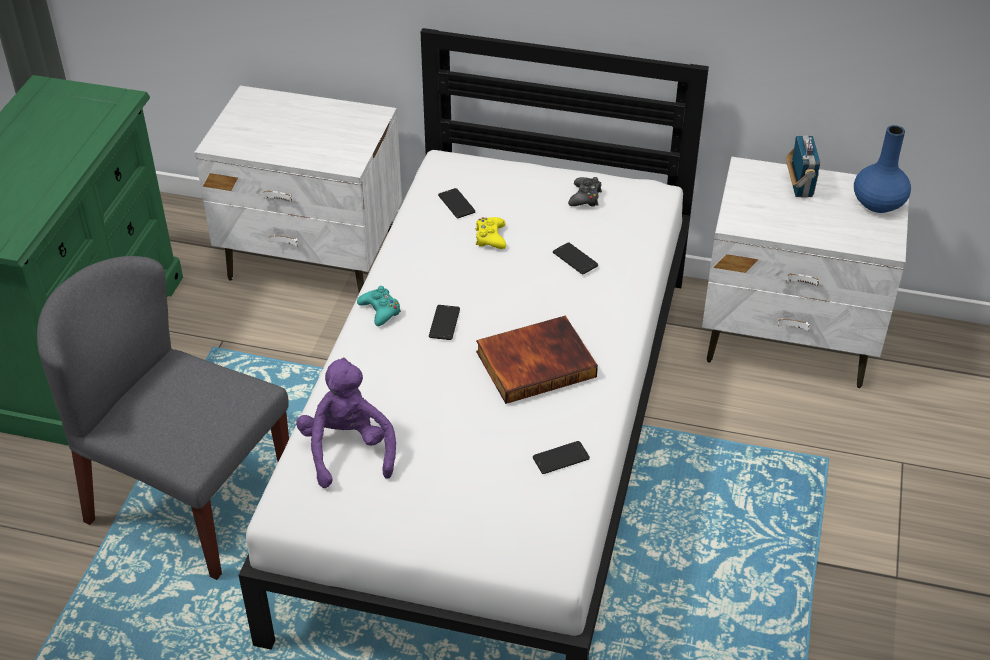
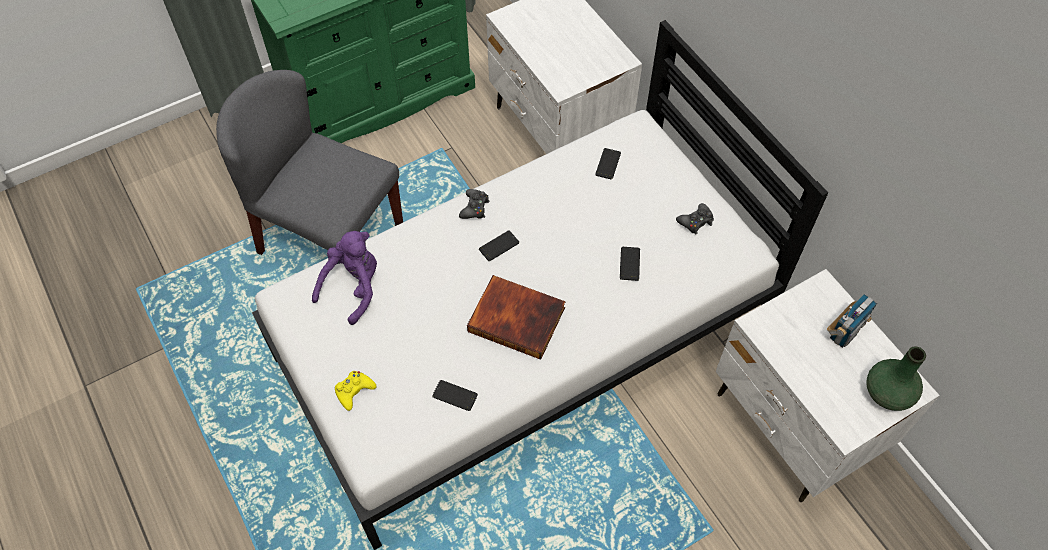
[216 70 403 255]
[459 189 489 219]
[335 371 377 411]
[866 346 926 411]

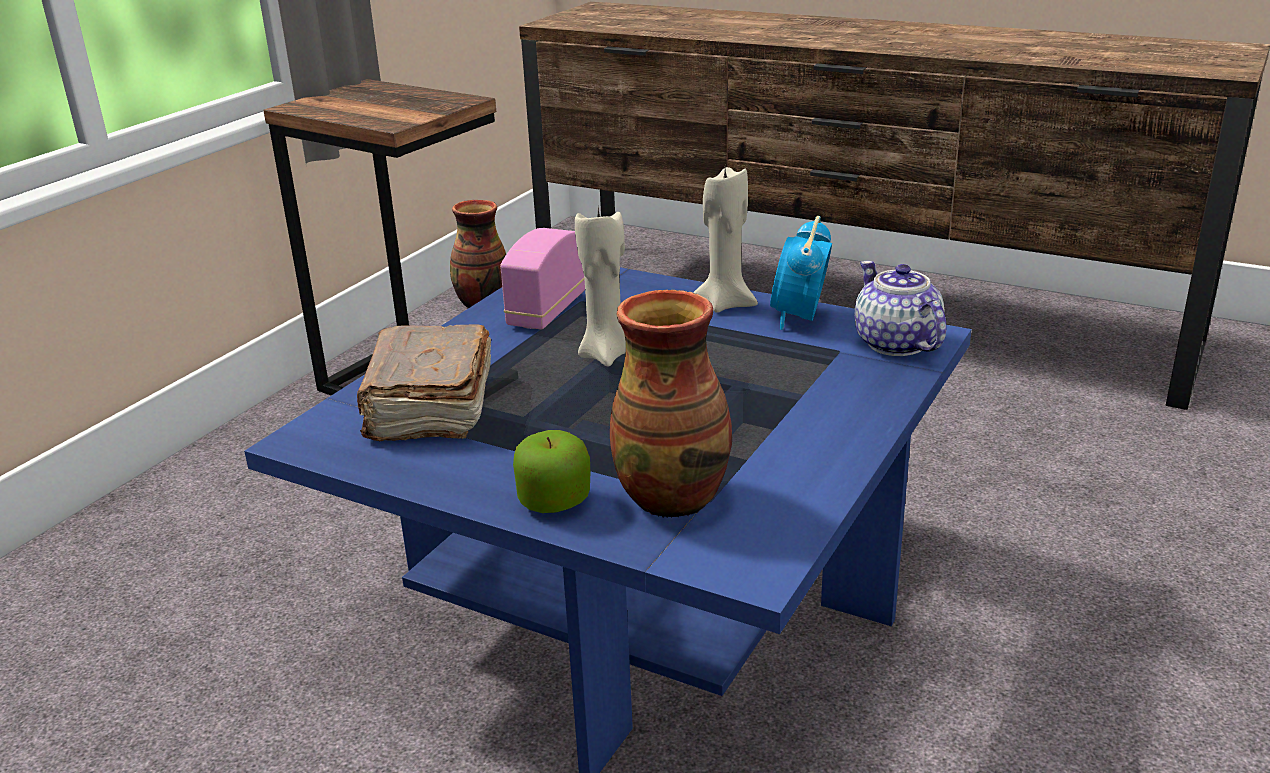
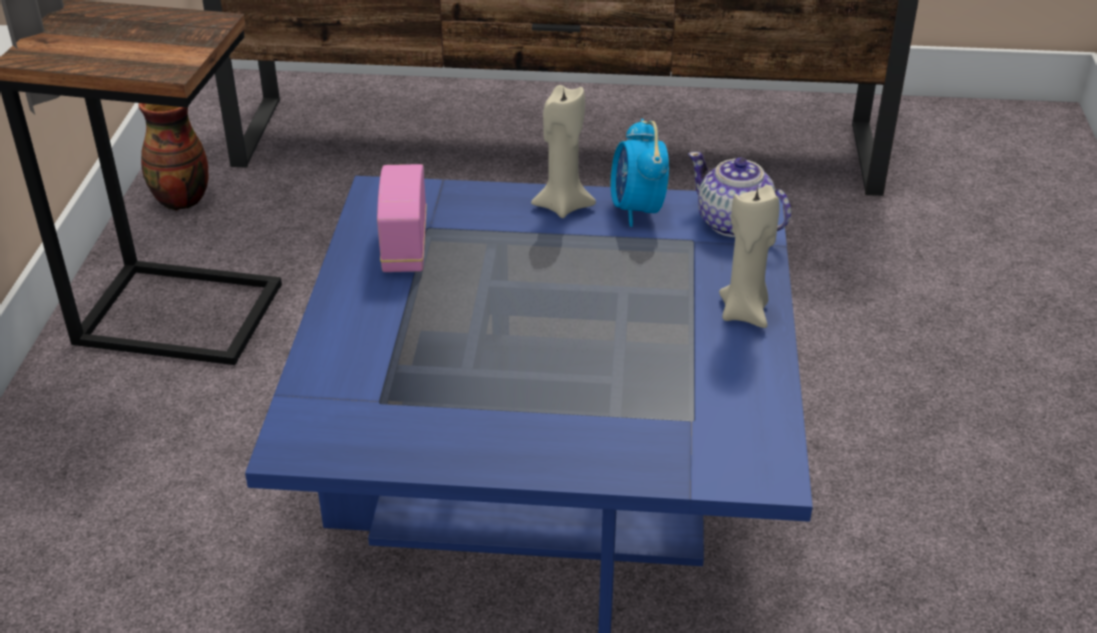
[357 324 491 441] (first image)
[513 430 590 513] (first image)
[719 185 780 328]
[610 290 732 518] (first image)

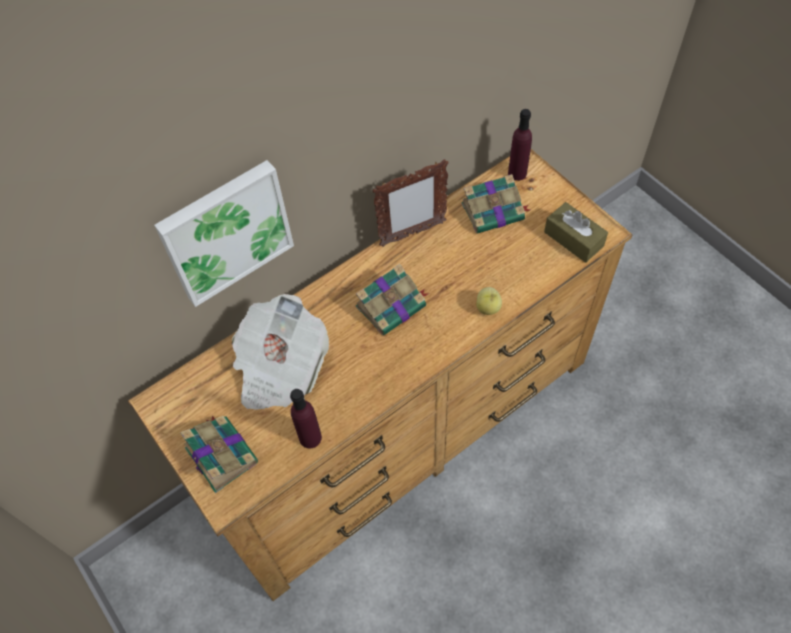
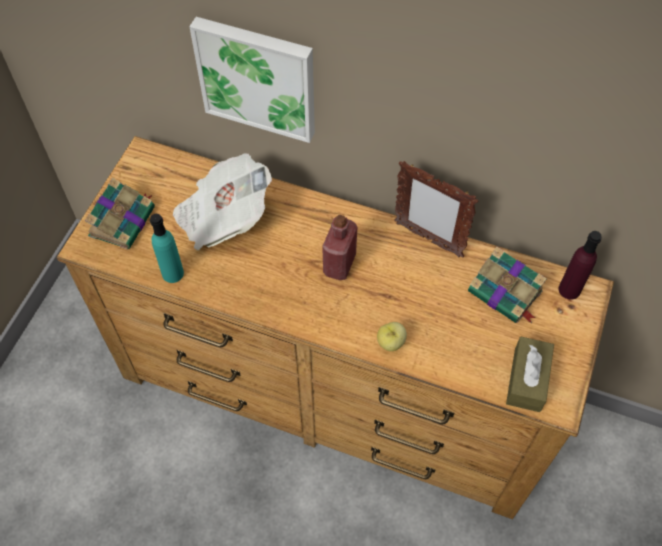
[150 214 184 283]
[322 214 357 280]

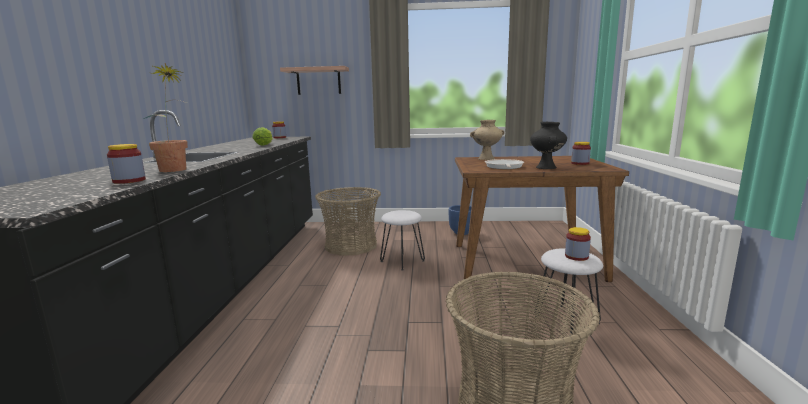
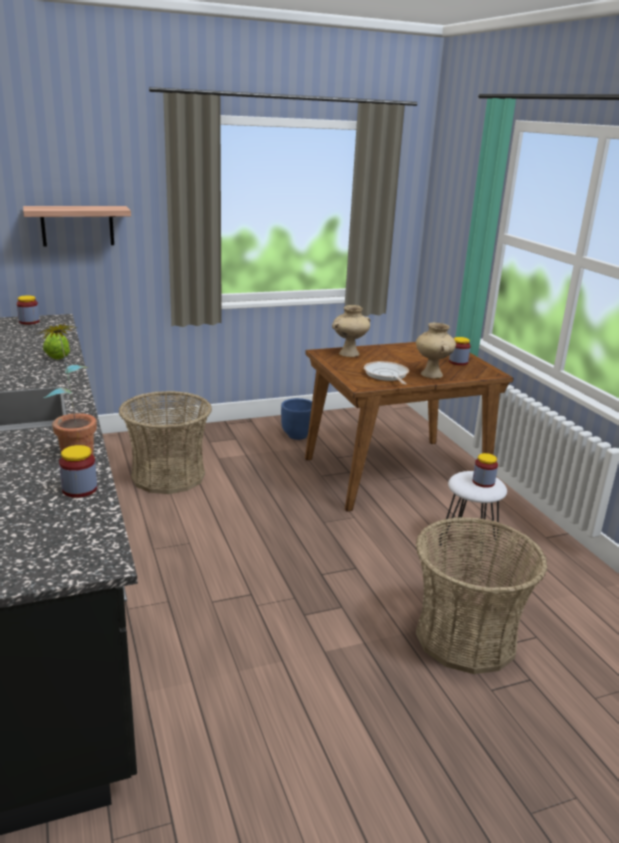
[380 210 425 270] (first image)
[416 323 456 379]

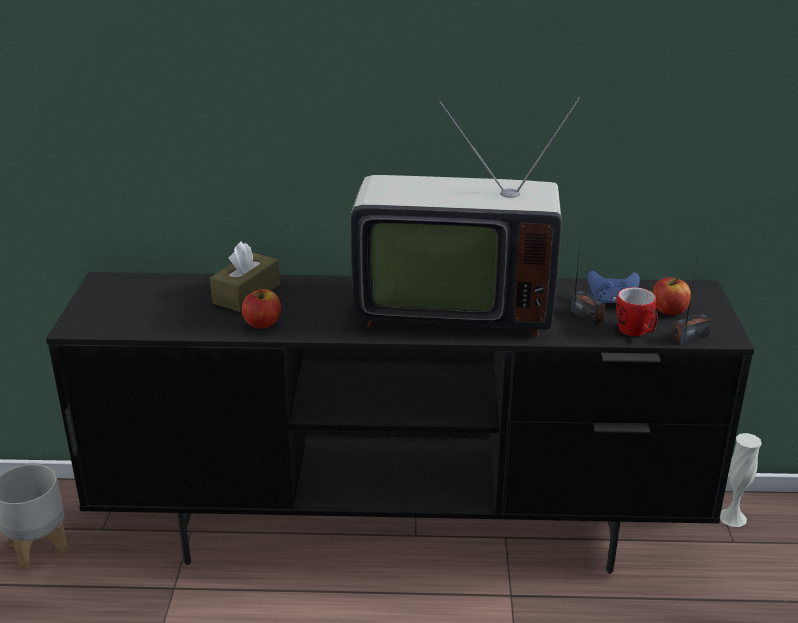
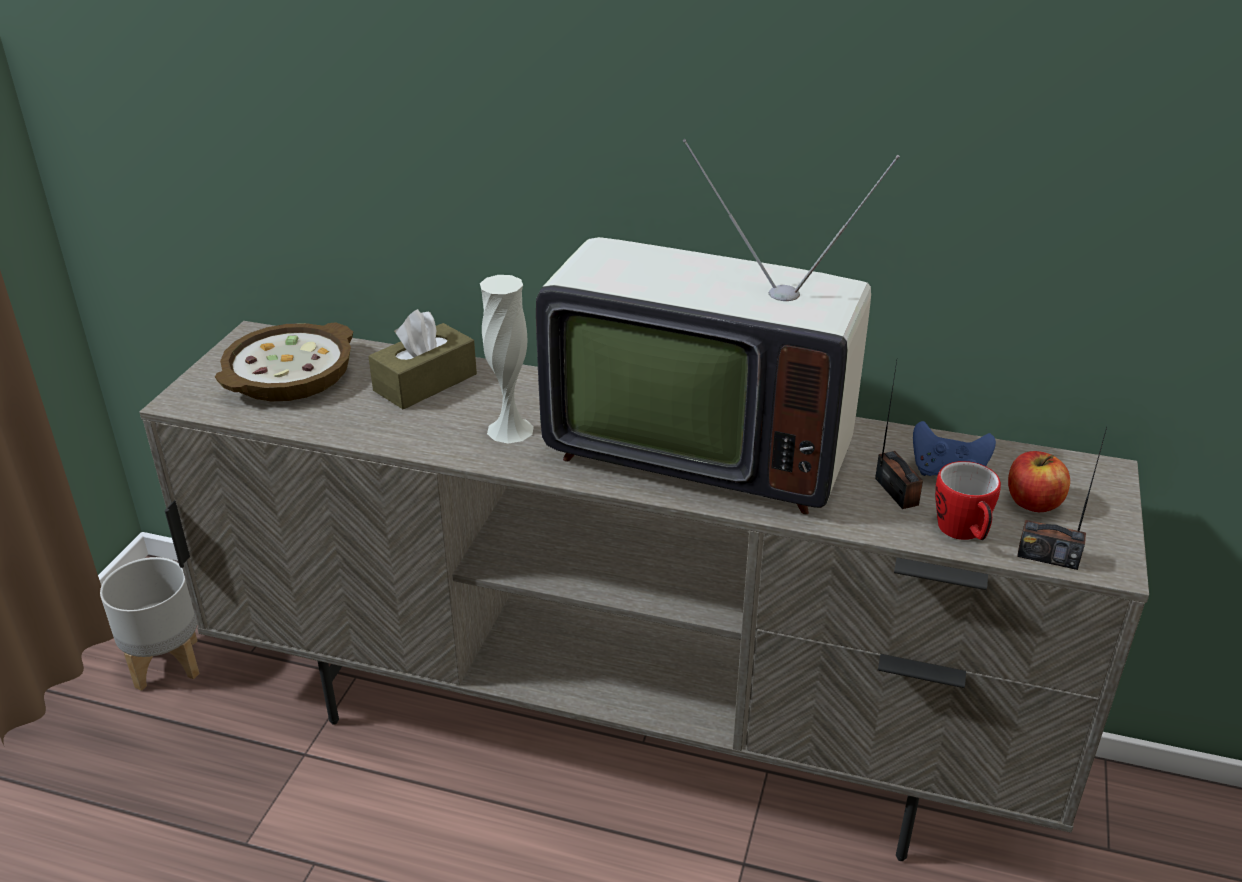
[139 321 1149 861]
[242 288 281 329] (first image)
[1017 427 1107 570]
[480 275 534 443]
[215 322 353 401]

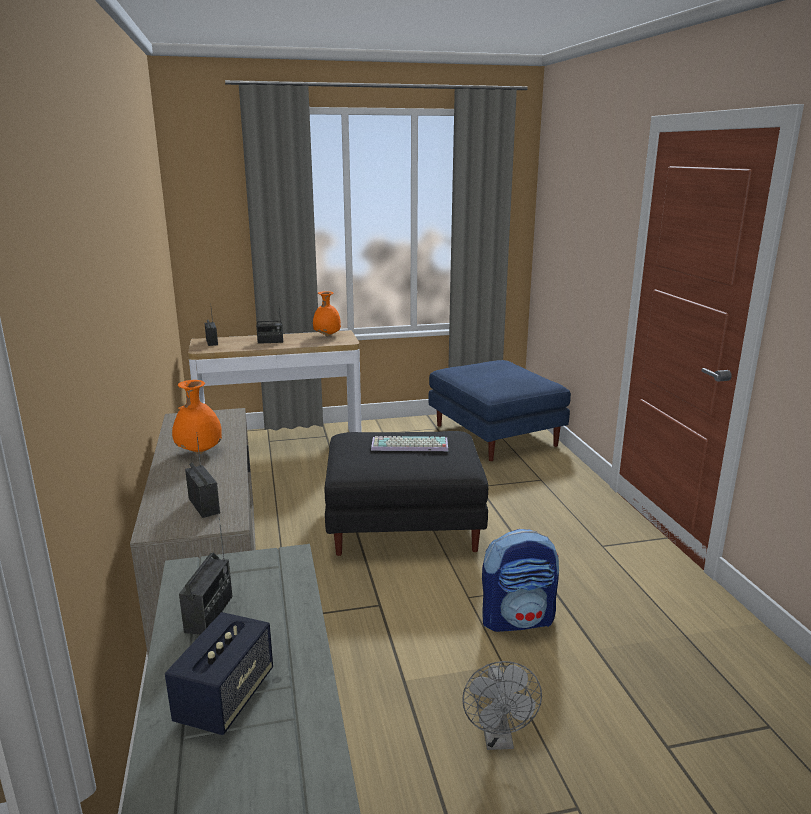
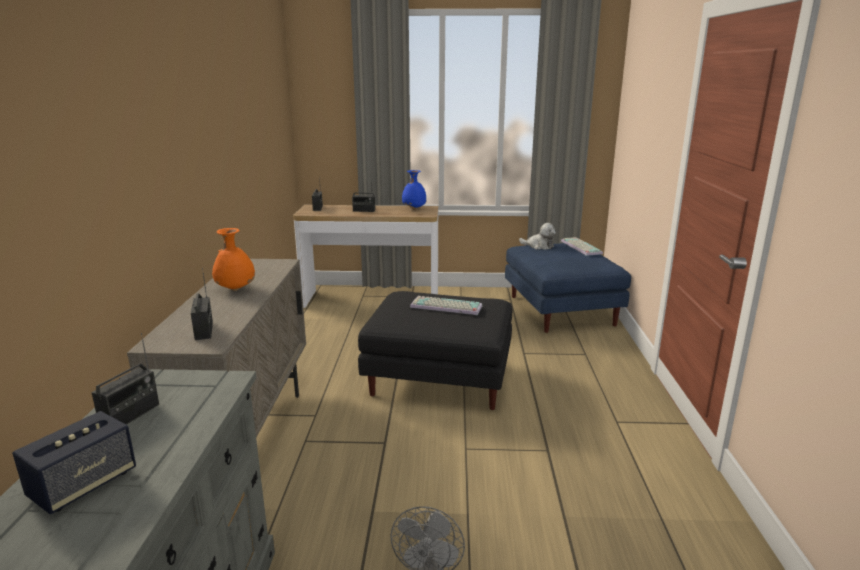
[402 170 426 210]
[482 529 559 632] (first image)
[519 223 556 250]
[561 237 603 256]

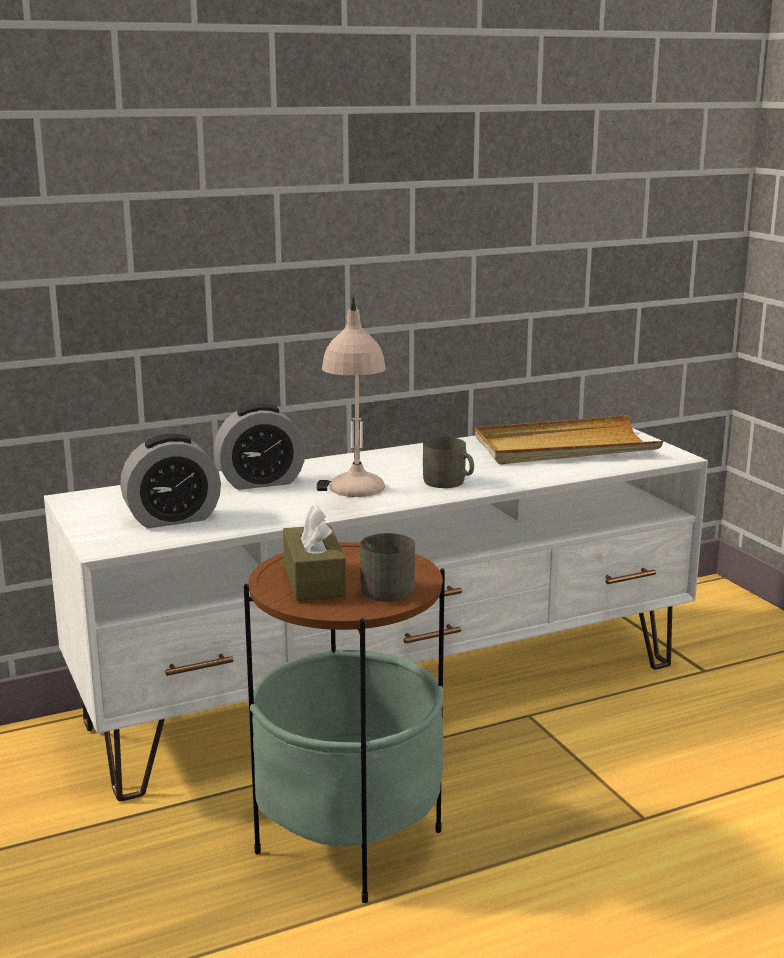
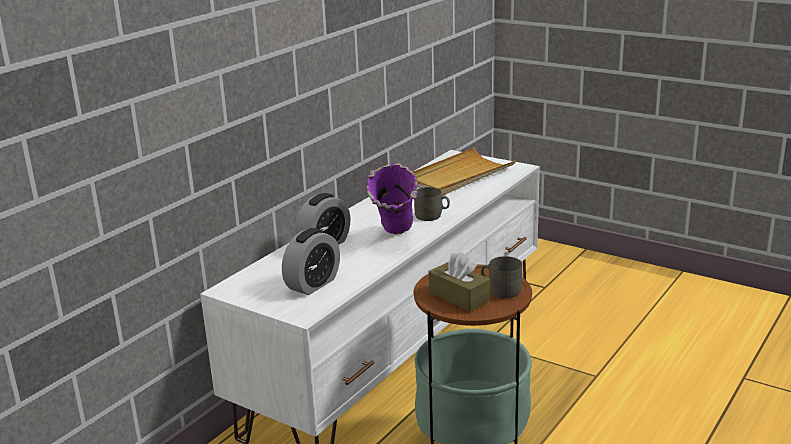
[366 163 418 234]

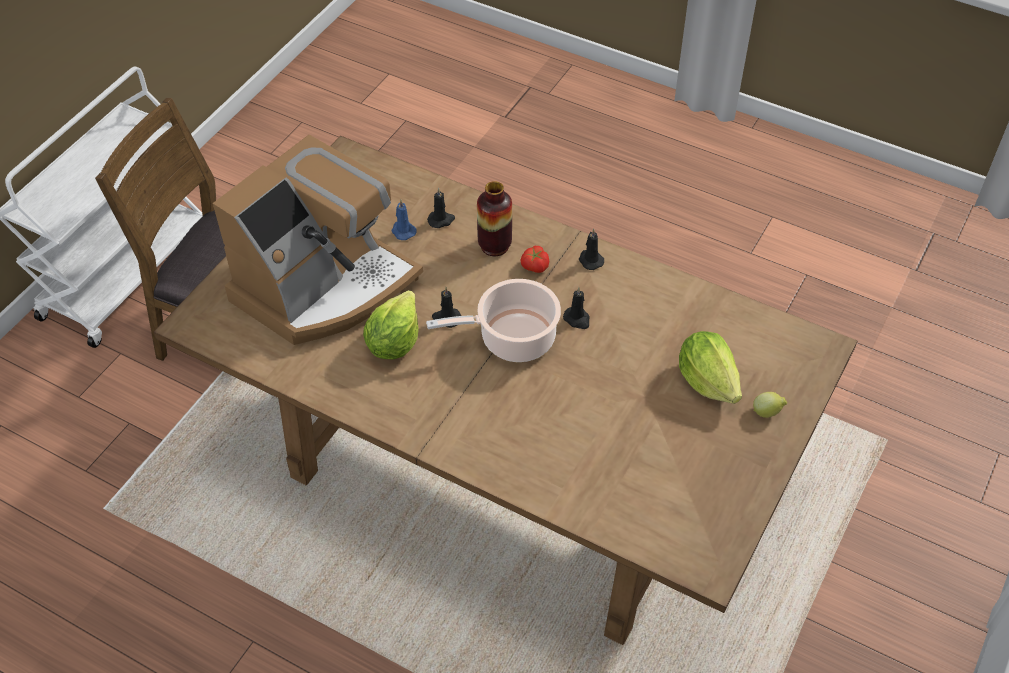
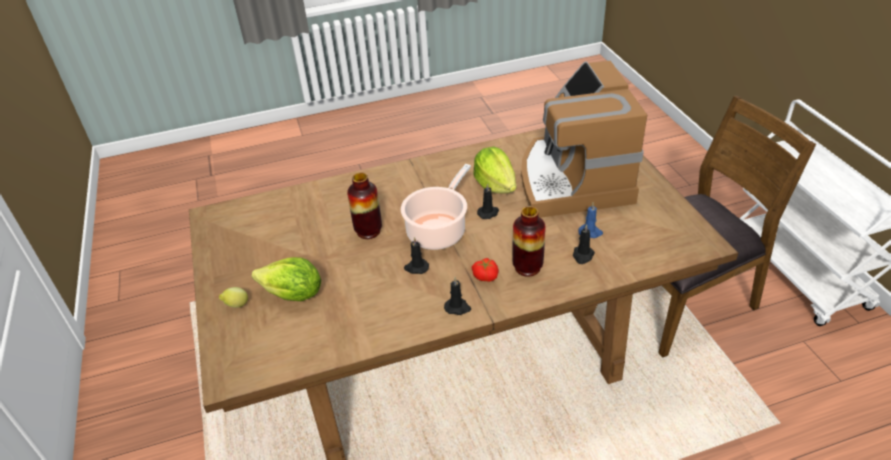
[347 173 382 239]

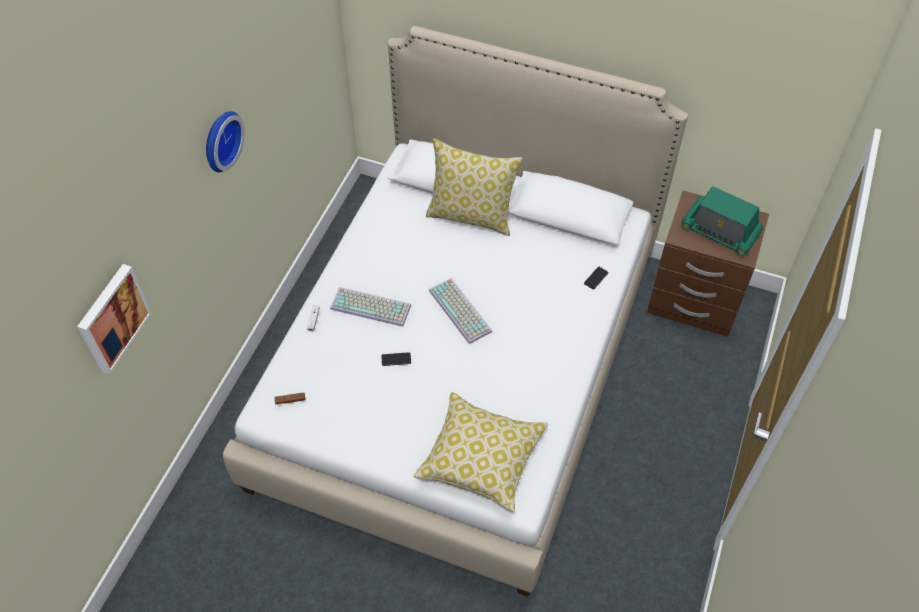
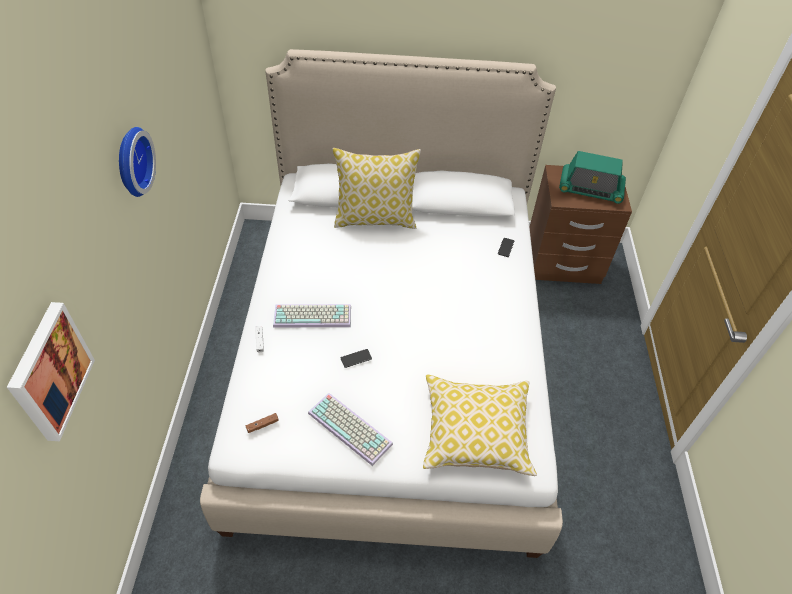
[308 393 393 466]

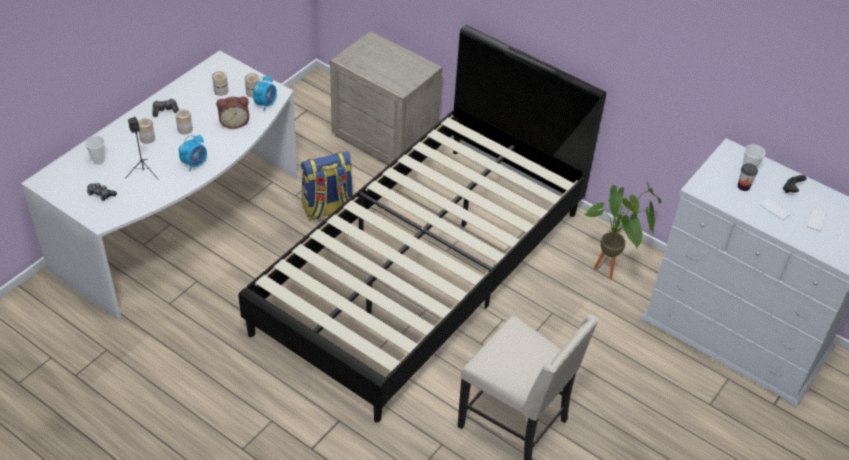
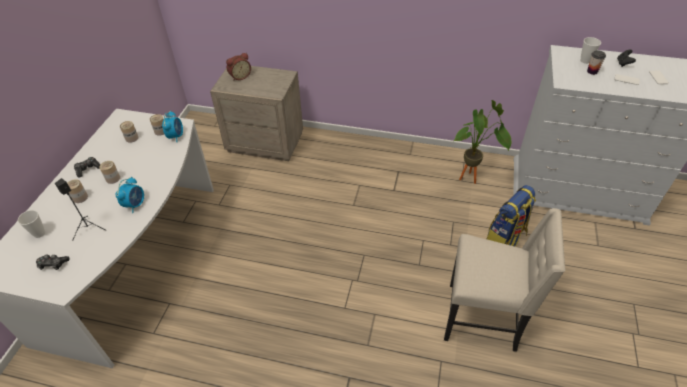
[226 53 251 81]
[238 25 606 423] (first image)
[487 185 536 247]

